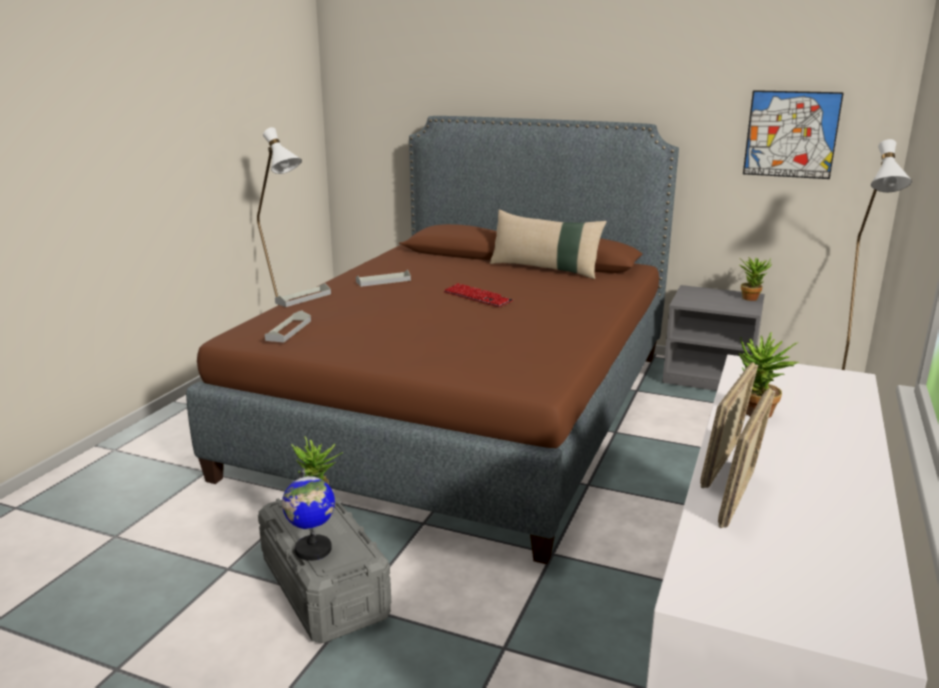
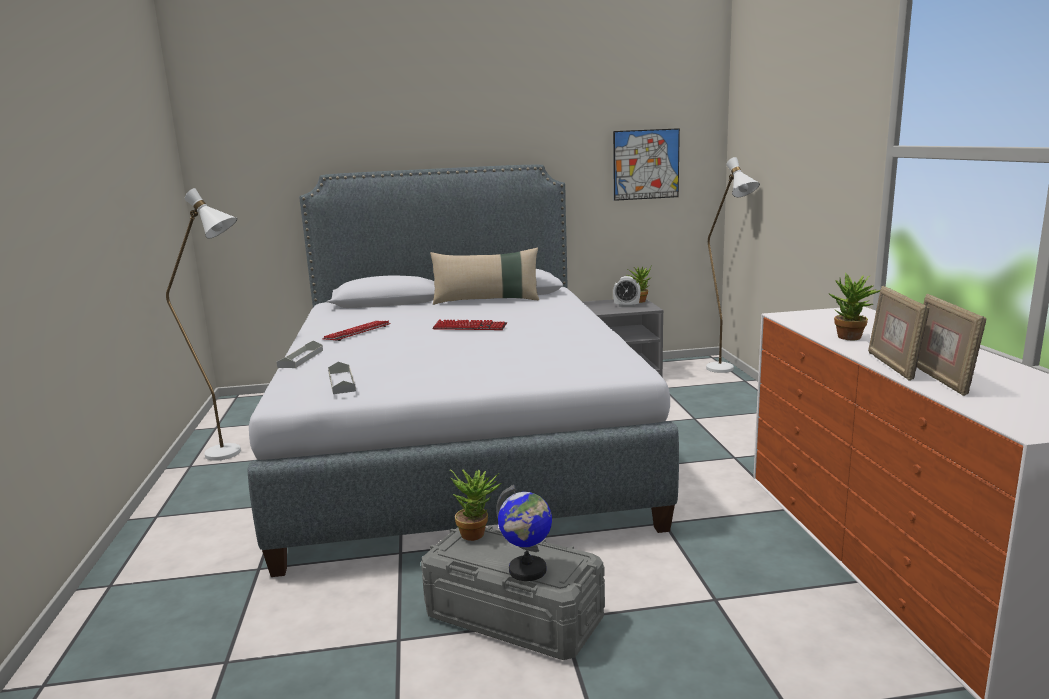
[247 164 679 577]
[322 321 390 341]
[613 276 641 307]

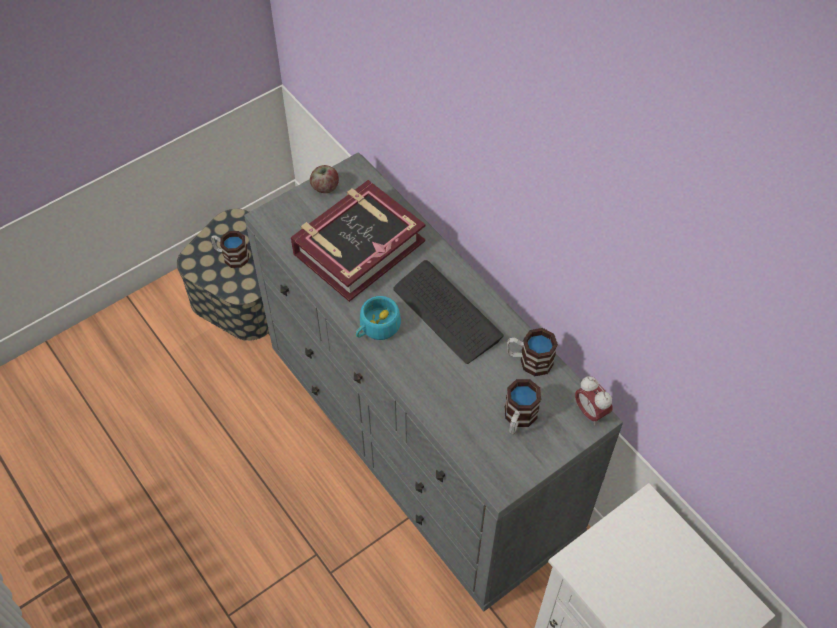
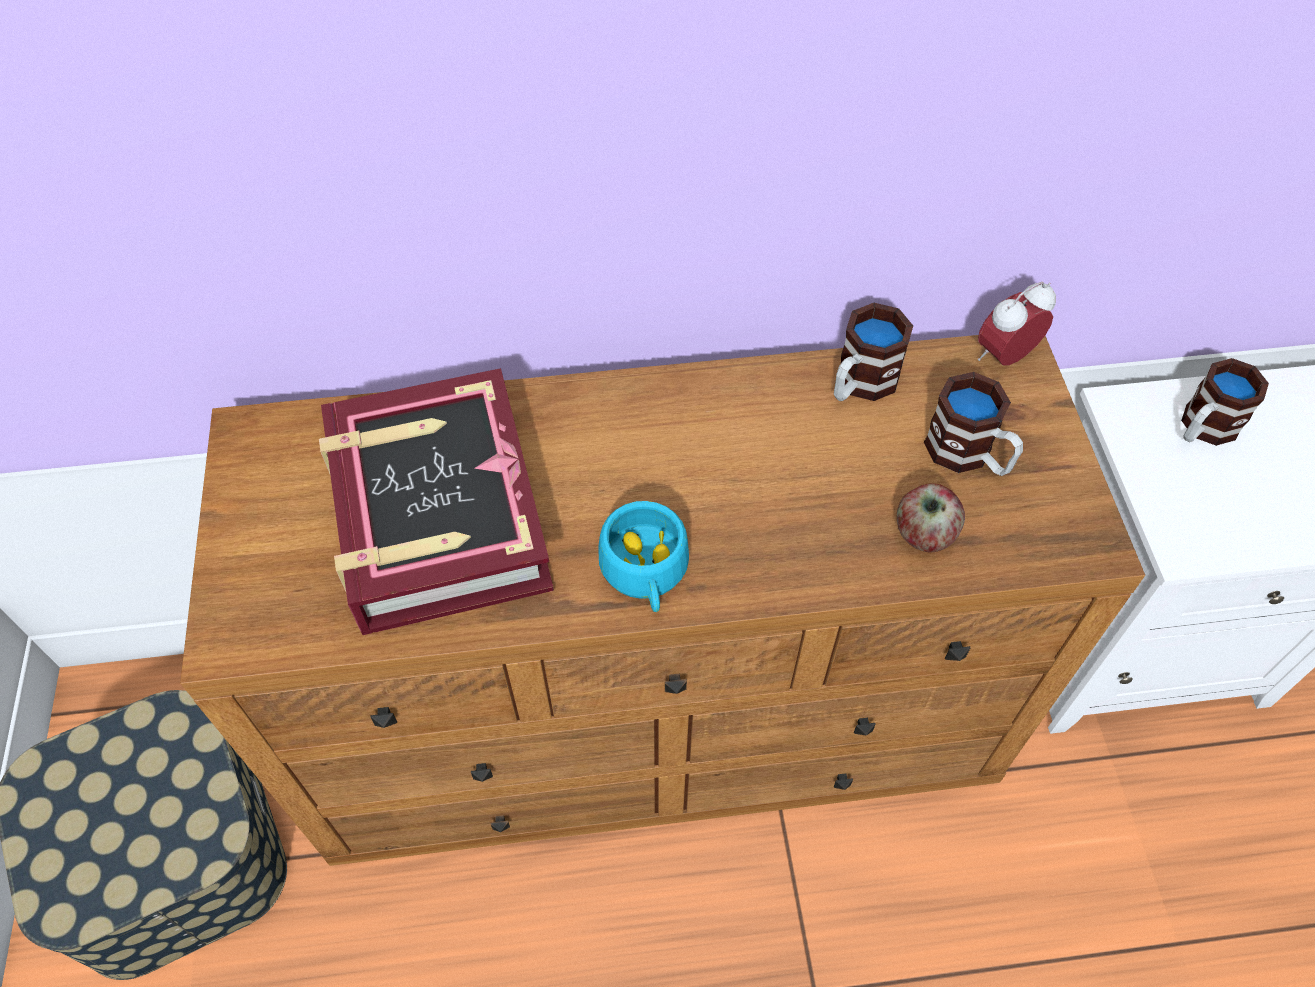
[1181 358 1269 446]
[180 335 1145 866]
[897 483 965 553]
[393 260 504 364] (first image)
[978 281 1056 365]

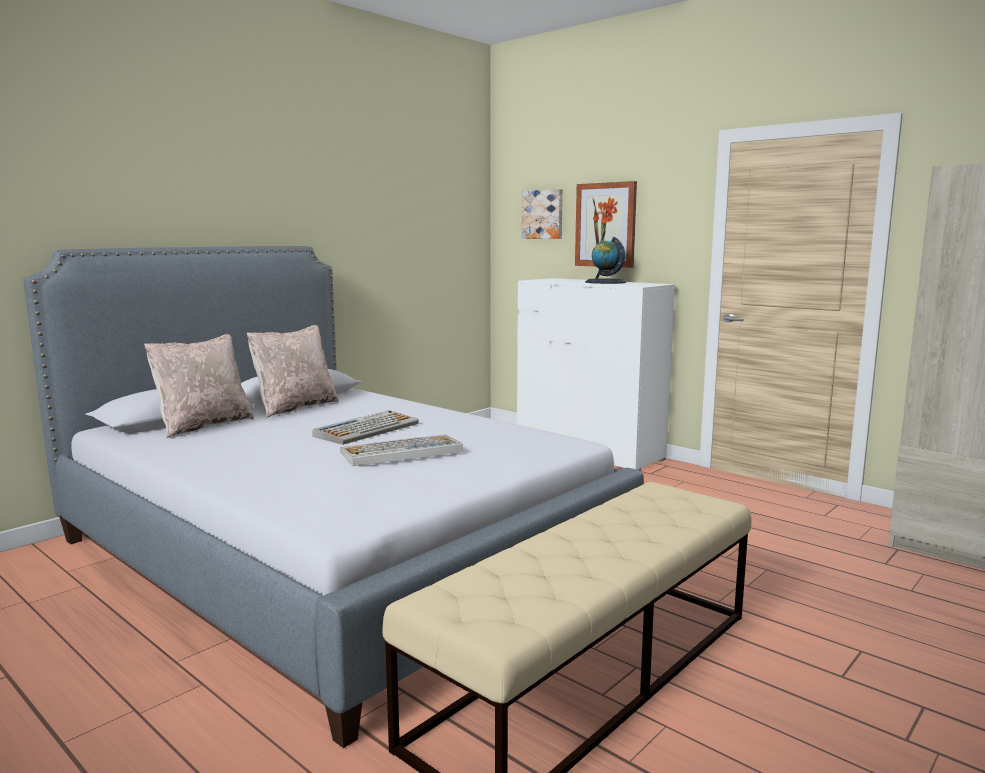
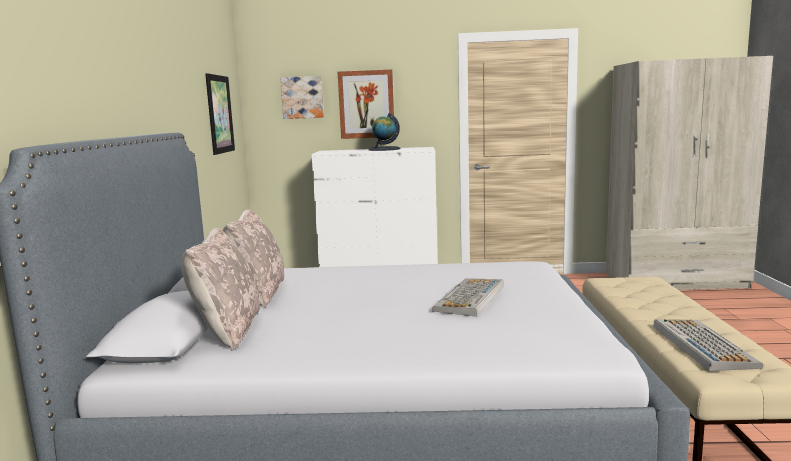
[653 319 764 371]
[205 73 235 155]

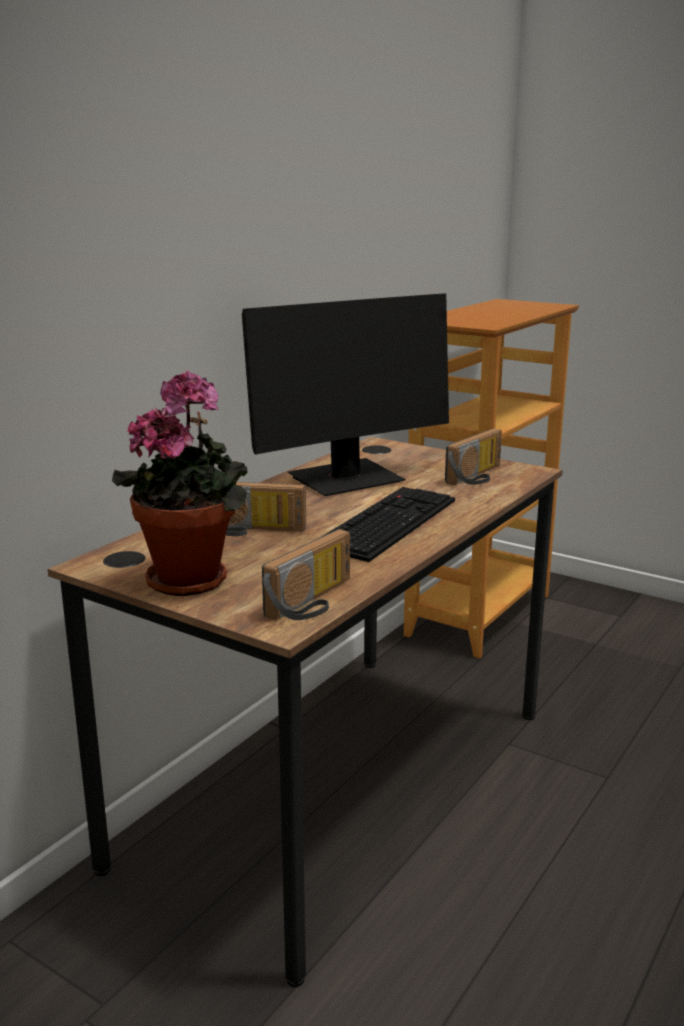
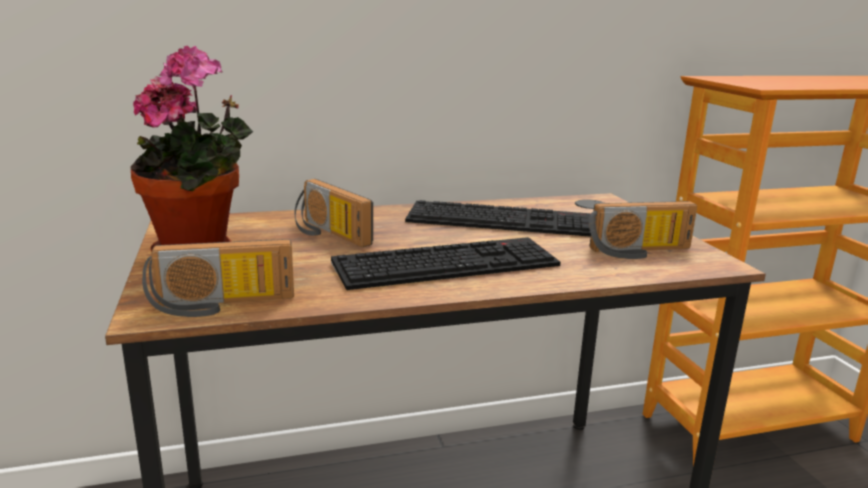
[405 200 591 237]

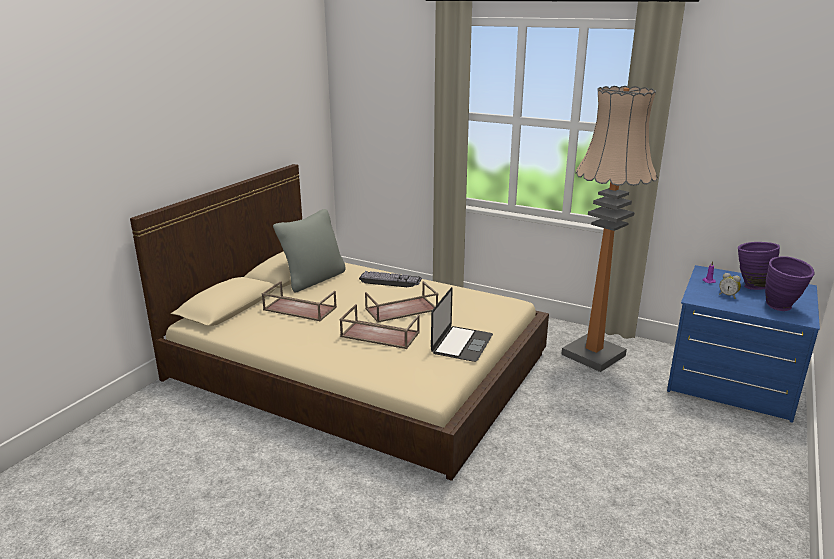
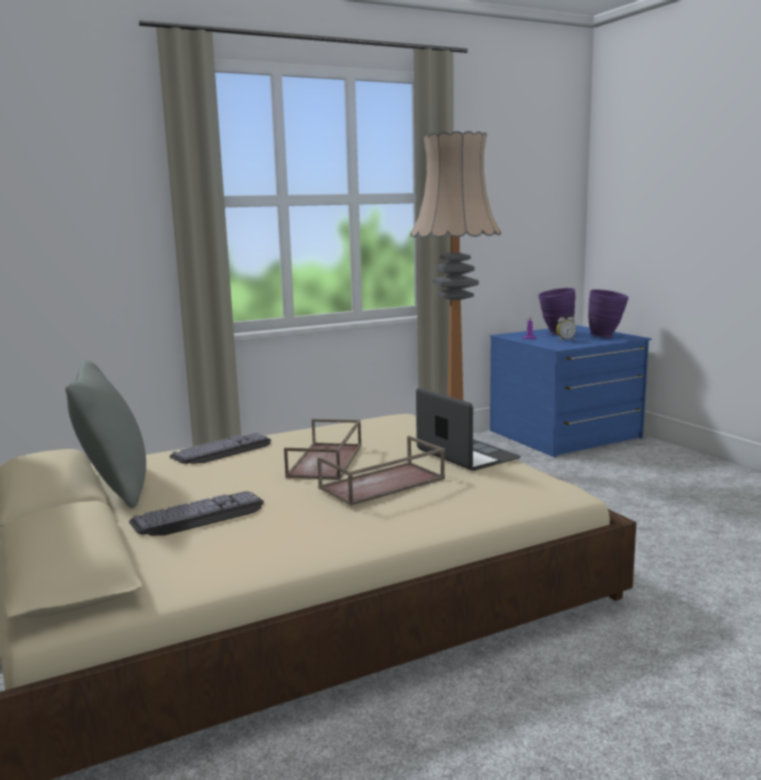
[129 491 264 536]

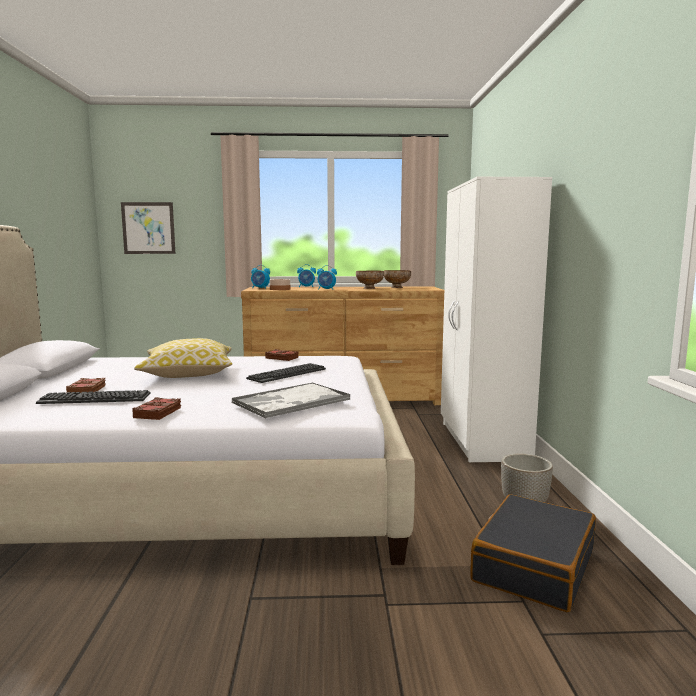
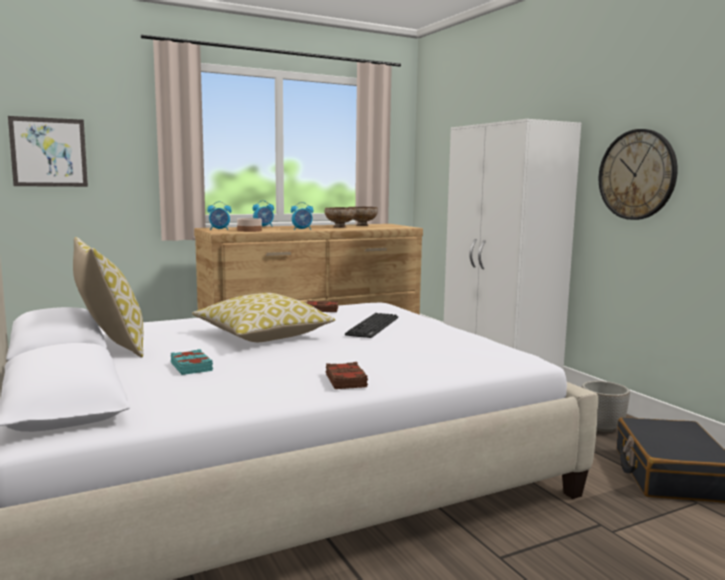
[36 390 151 404] (first image)
[170 349 213 375]
[232 383 350 418] (first image)
[73 237 143 358]
[599 129 678 220]

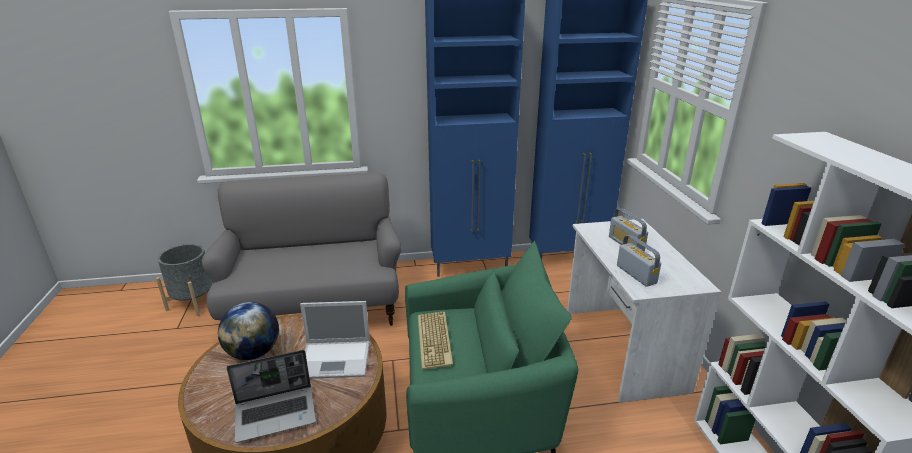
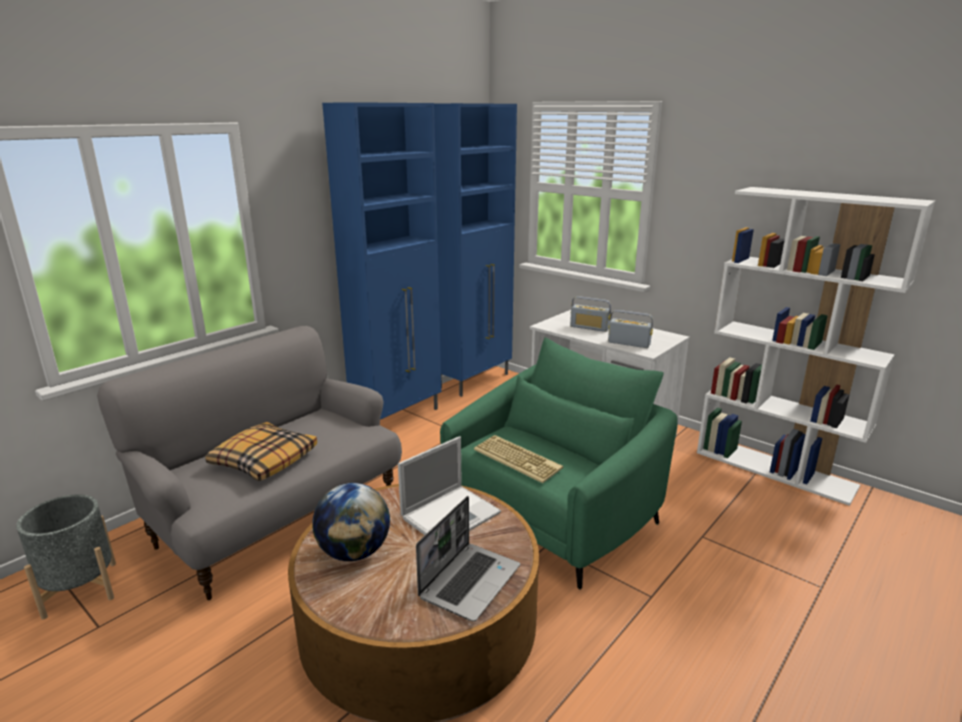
[205 422 317 481]

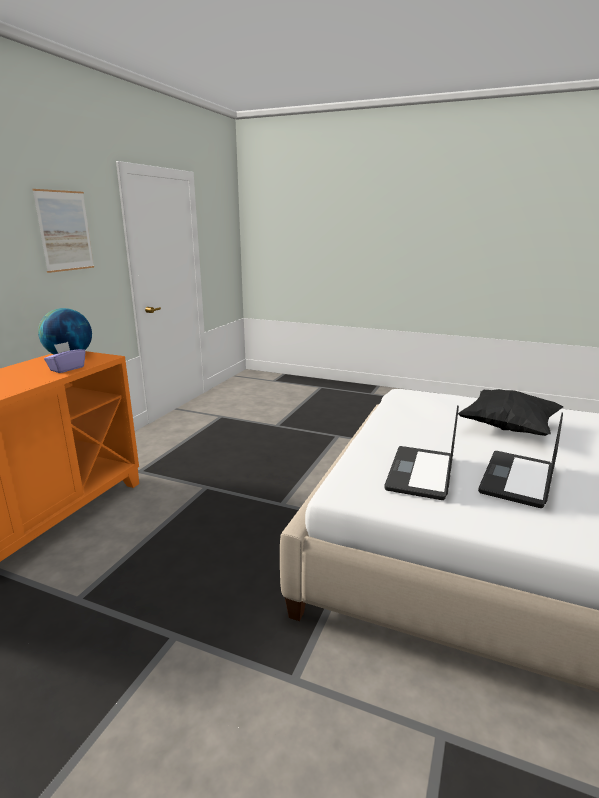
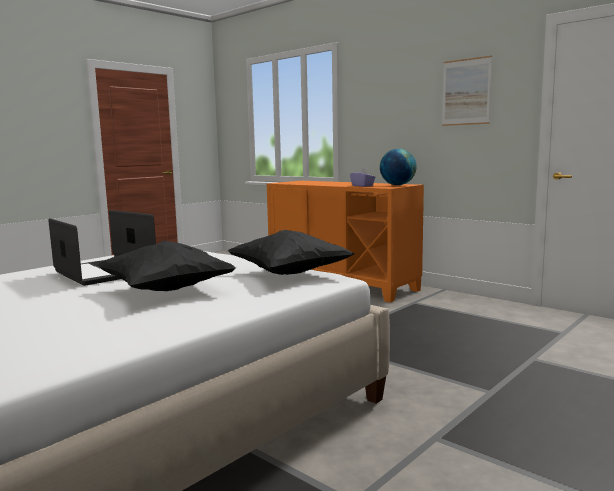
[228 230 355 275]

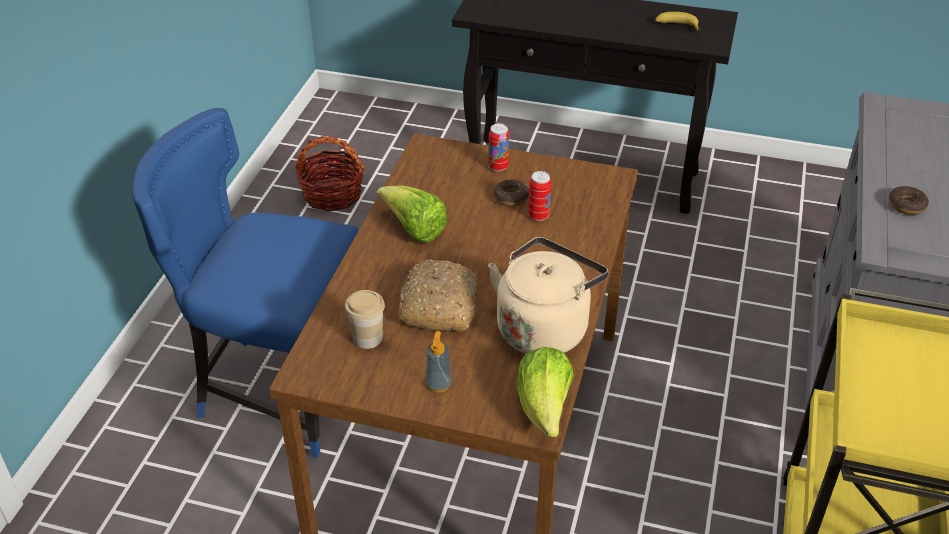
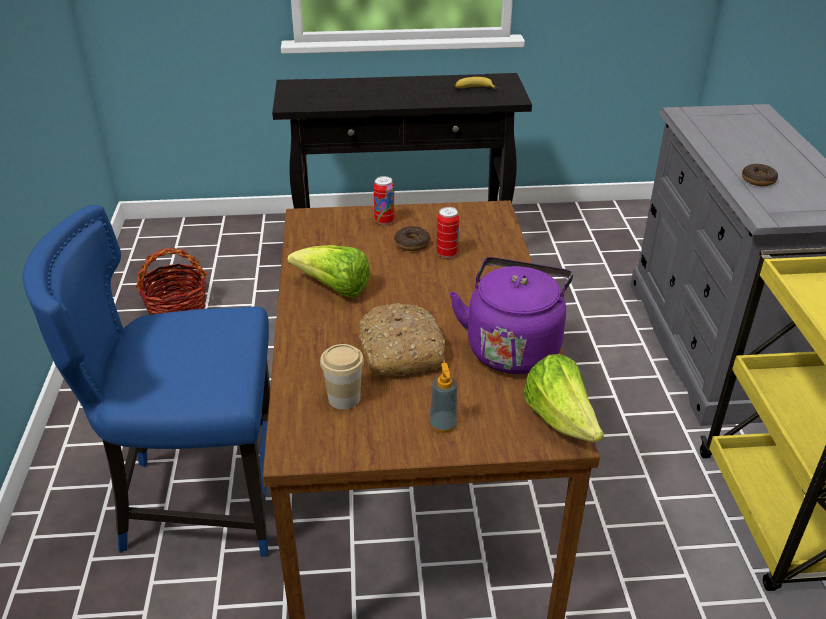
[450 257 573 374]

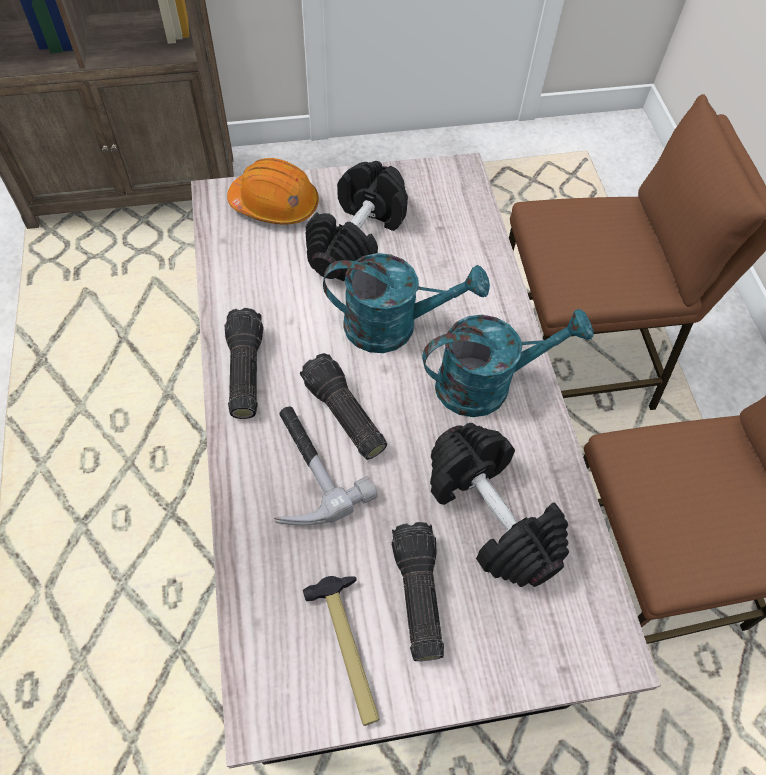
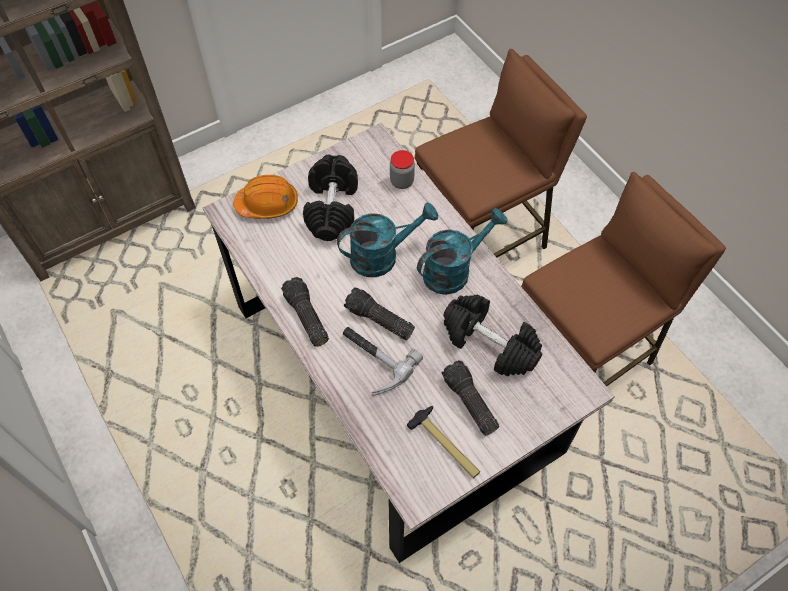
[390 150 415 189]

